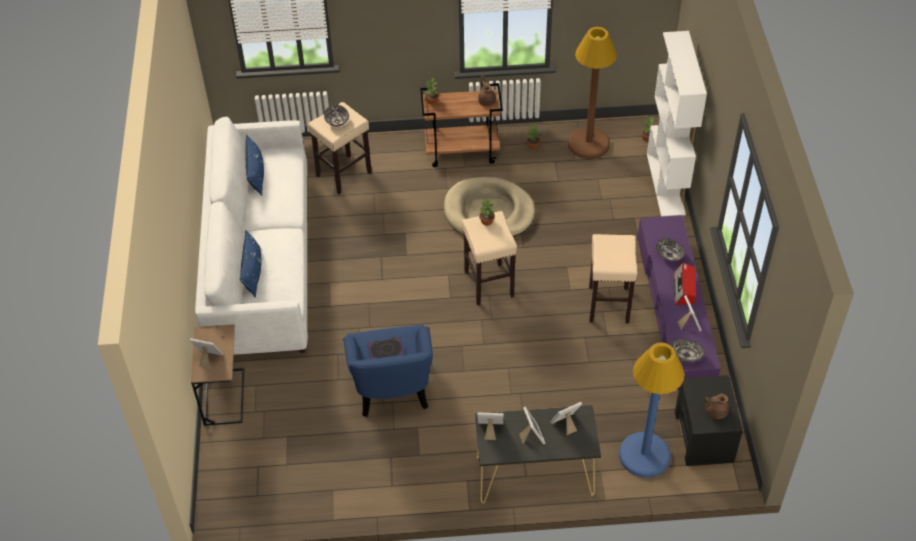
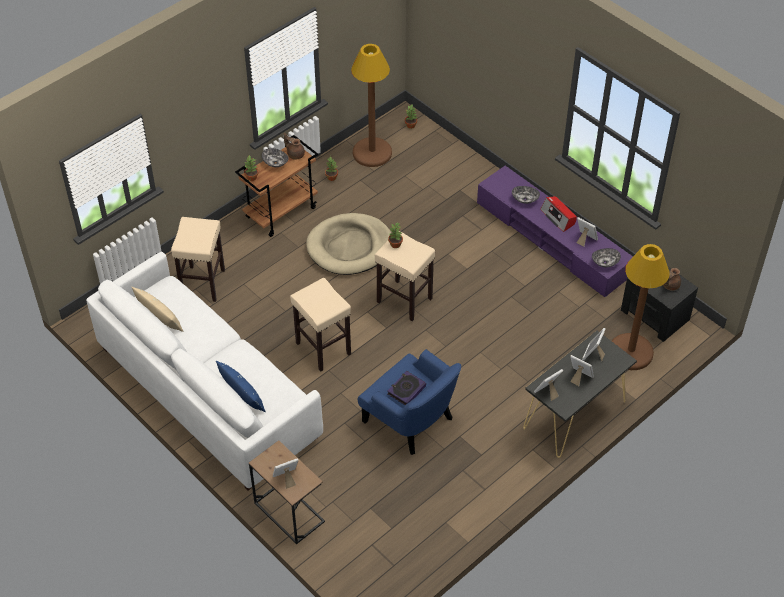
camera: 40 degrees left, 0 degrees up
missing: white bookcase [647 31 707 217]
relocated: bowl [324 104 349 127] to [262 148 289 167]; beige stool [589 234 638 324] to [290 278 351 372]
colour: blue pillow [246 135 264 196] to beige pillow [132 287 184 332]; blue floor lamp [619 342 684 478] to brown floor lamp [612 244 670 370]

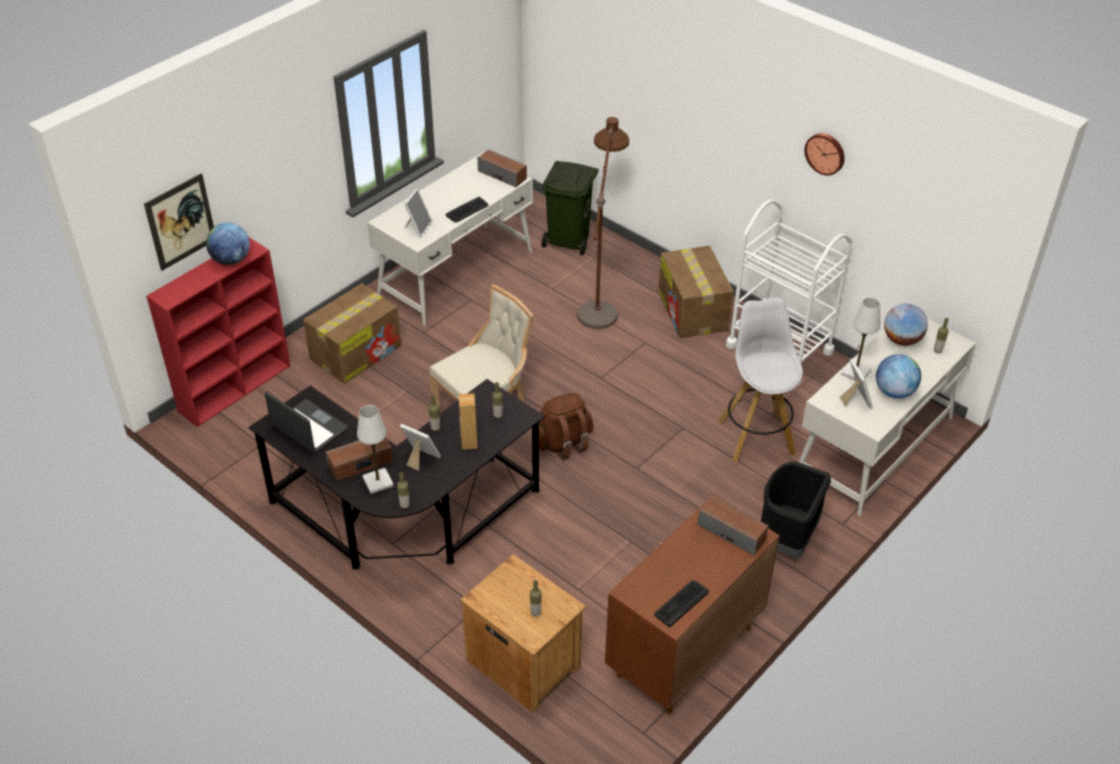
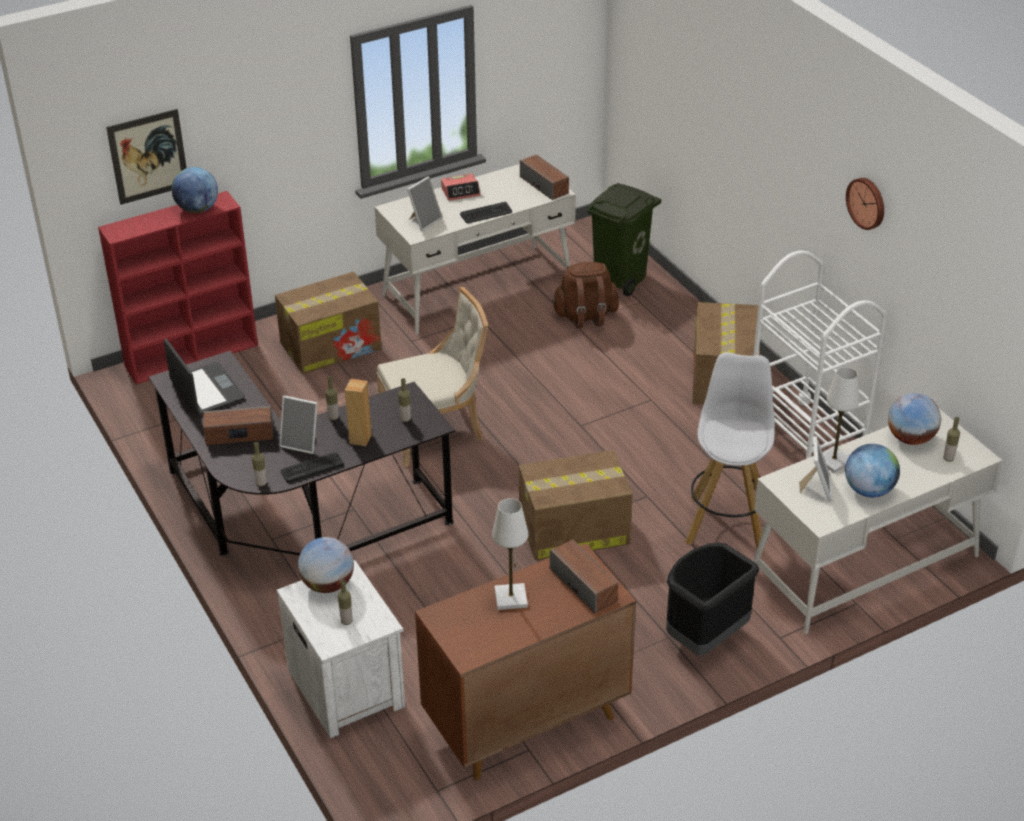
camera: 20 degrees right, 5 degrees down
missing: brown floor lamp [577 117 629 329]
appeared: globe [298 537 354 593]; alarm clock [441 174 480 201]; cardboard box [519 450 633 560]
relocated: keyboard [654 580 709 627] to [281 452 344 483]; white table lamp [357 405 394 494] to [492 498 528 610]; brown backpack [539 393 593 460] to [552 262 619 328]
colour: brown nightstand [460 554 586 712] to white nightstand [277 560 405 739]
spun: picture frame [400 424 441 471] = [280 395 318 454] 150 degrees clockwise

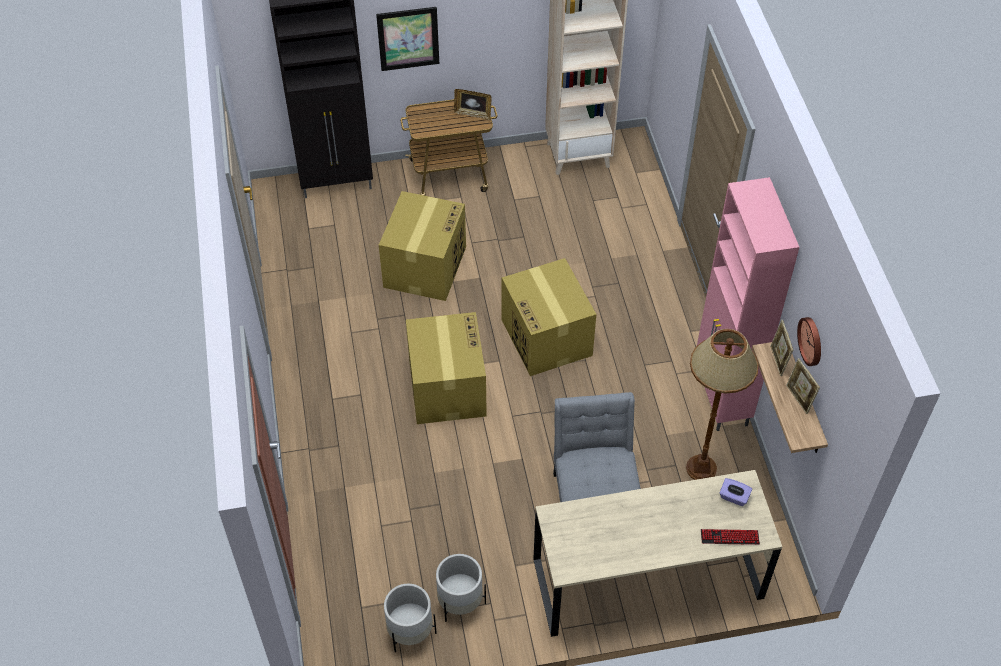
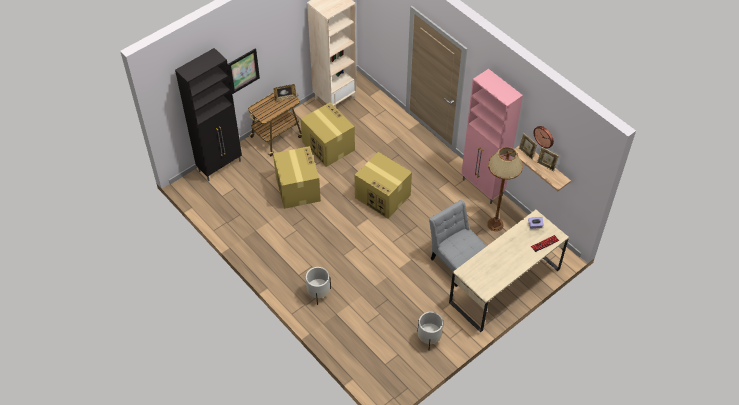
camera: 30 degrees left, 0 degrees up
relocated: cardboard box [406 312 487 424] to [301 103 355 167]; white planter [384 584 437 652] to [306 267 331 305]

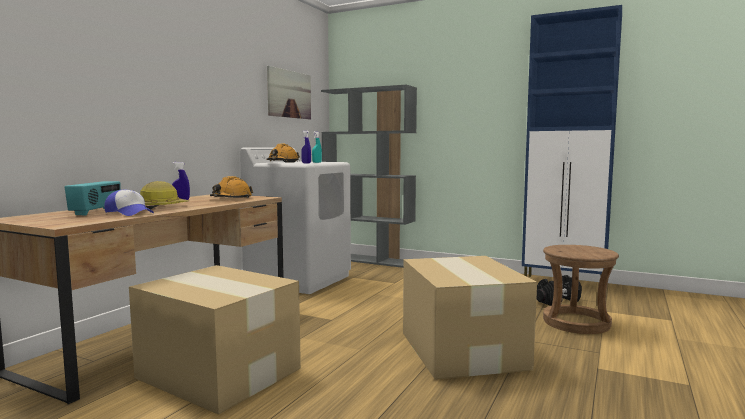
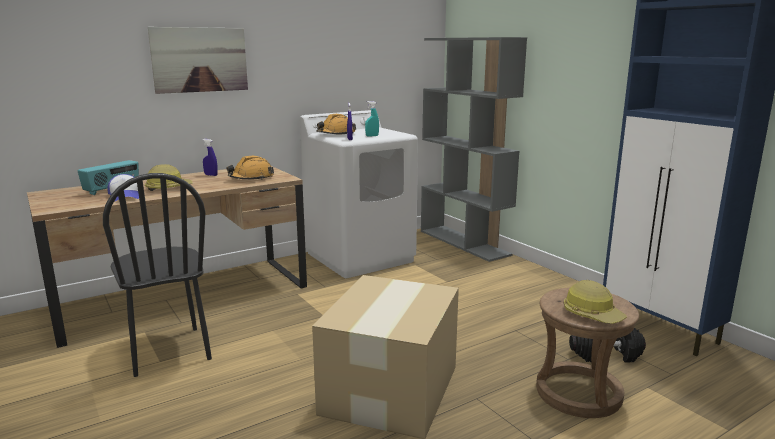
camera: 30 degrees right, 10 degrees up
appeared: hard hat [564 280 627 324]
relocated: picture [267 66 311 119] to [148 27 248 94]
exchanged: cardboard box [129 265 301 415] to black chair [103 173 212 377]

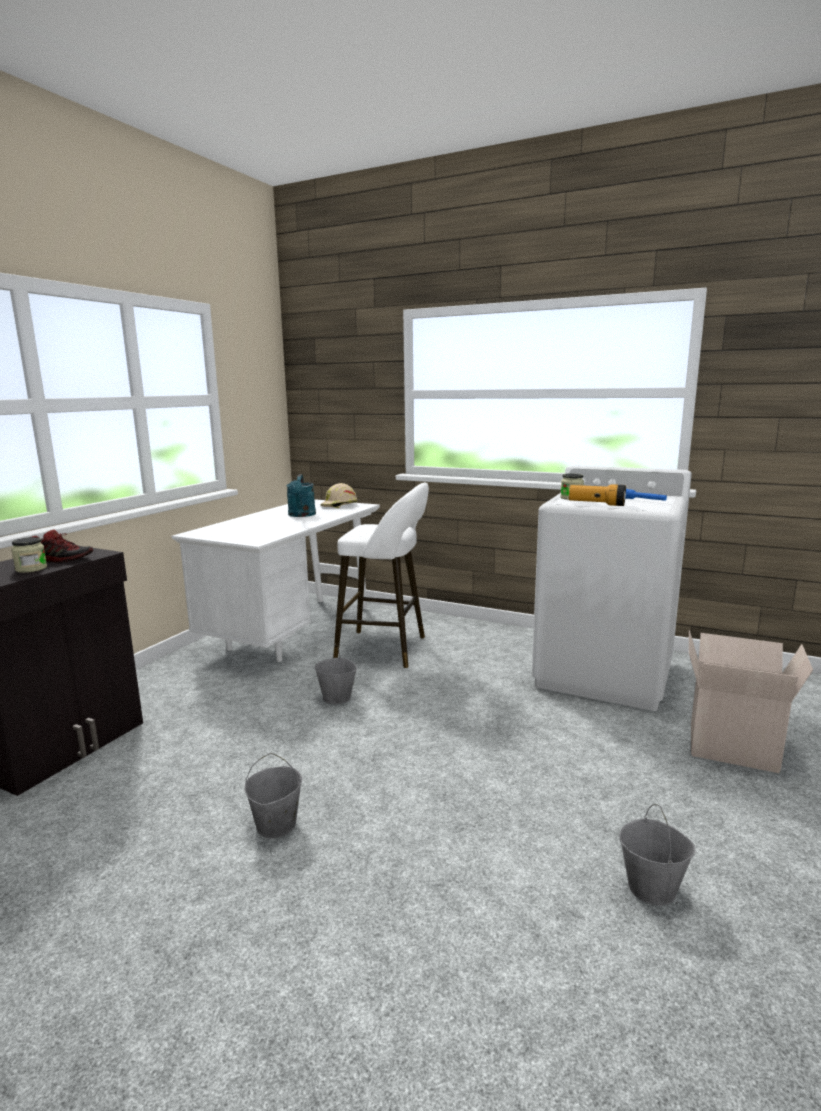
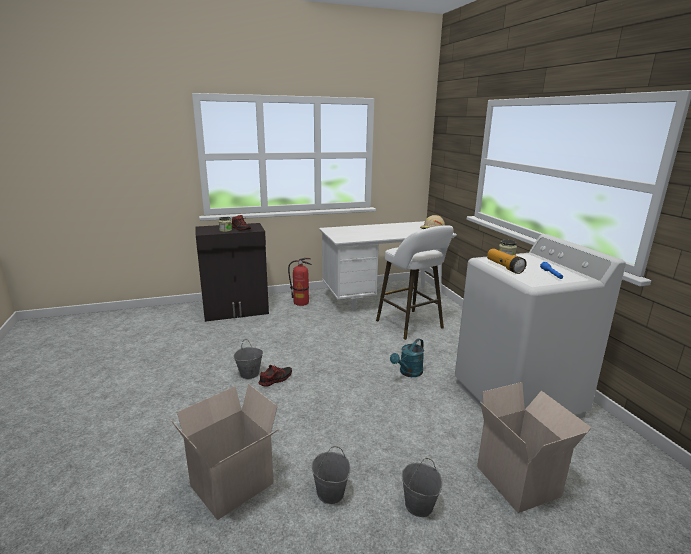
camera: 45 degrees right, 5 degrees up
appeared: cardboard box [170 384 281 520]; shoe [259 365 292 387]; fire extinguisher [288 258 312 306]
relocated: turquoise watering can [286 474 316 517] to [390 338 424 377]; grey bucket [315 644 357 704] to [402 458 443 517]

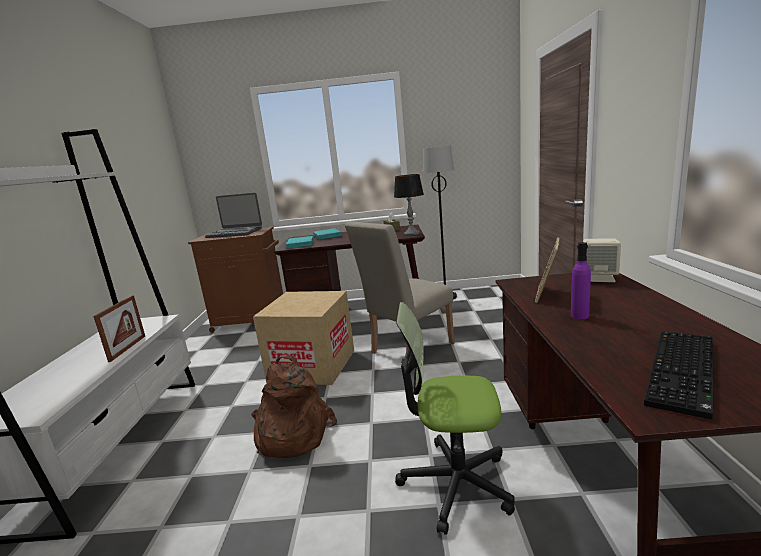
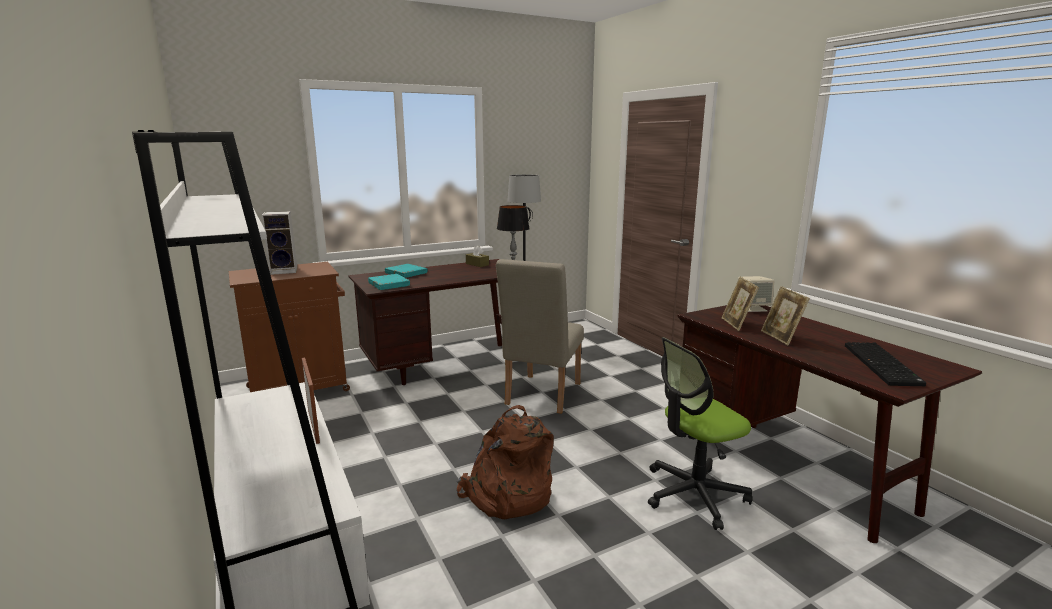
camera: 30 degrees left, 0 degrees up
missing: cardboard box [253 291 354 385]
exchanged: laptop [205 193 262 238] to speaker [262 211 297 275]; purple bottle [571 242 591 319] to picture frame [761 286 810 345]

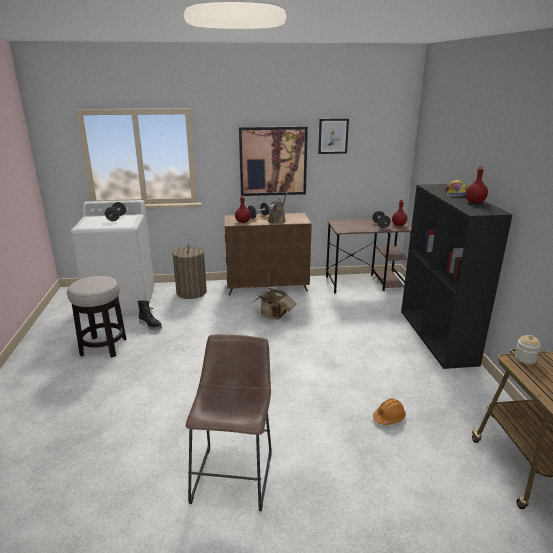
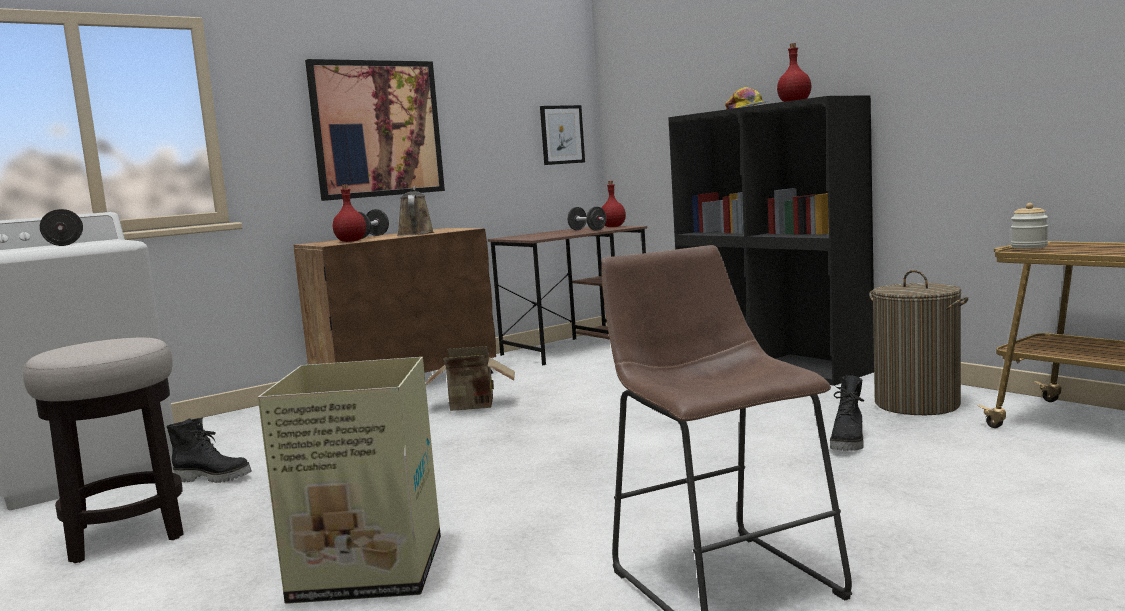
camera: 30 degrees left, 15 degrees down
appeared: cardboard box [258 357 441 604]
relocated: picture [318 119 349 154] to [540 105 585 165]; laundry basket [172 244 207 299] to [869 270 968 415]
exchanged: orange hard hat [373 398 406 425] to black boot [830 375 864 451]

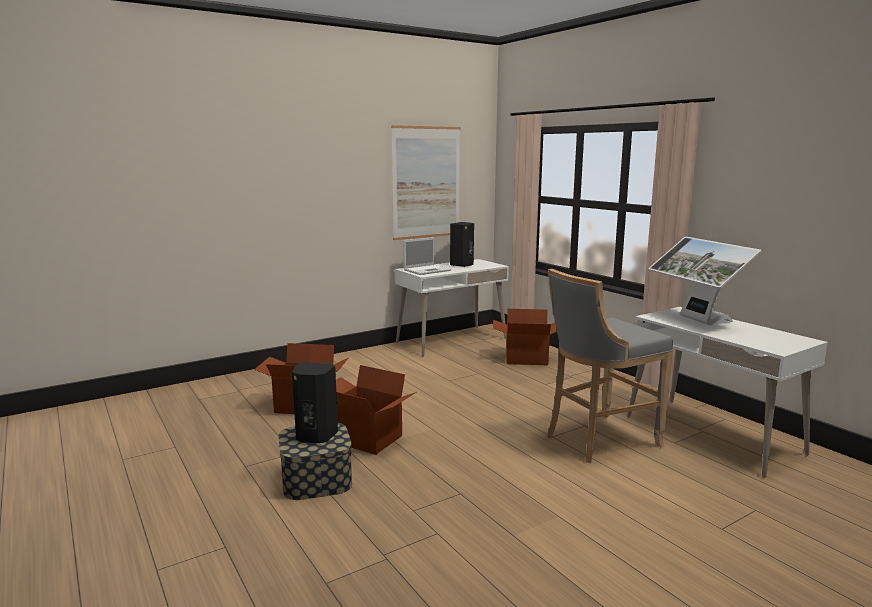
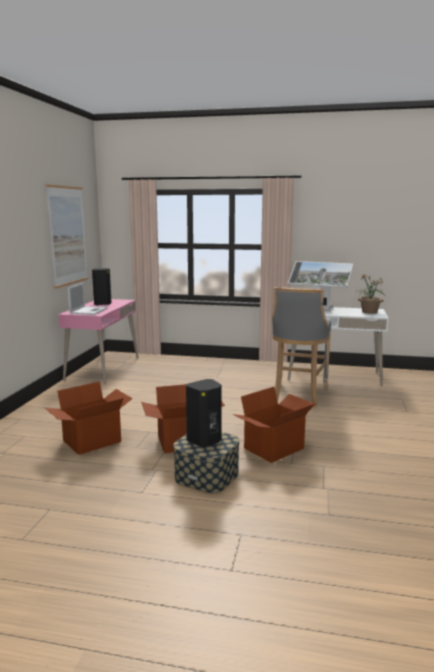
camera: 45 degrees left, 0 degrees up
appeared: potted plant [355 275 385 314]
relocated: cardboard box [493 309 557 365] to [233 387 315 463]
colour: white desk [395 259 509 356] to pink desk [58 299 138 384]

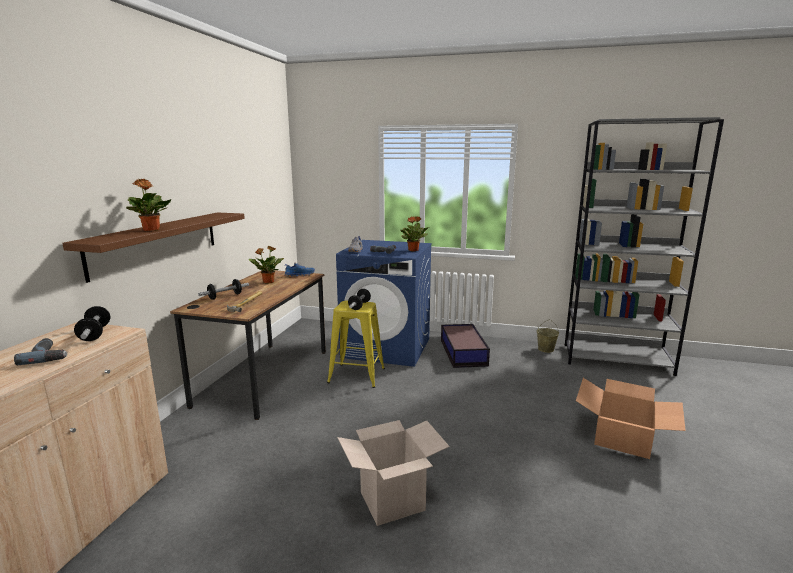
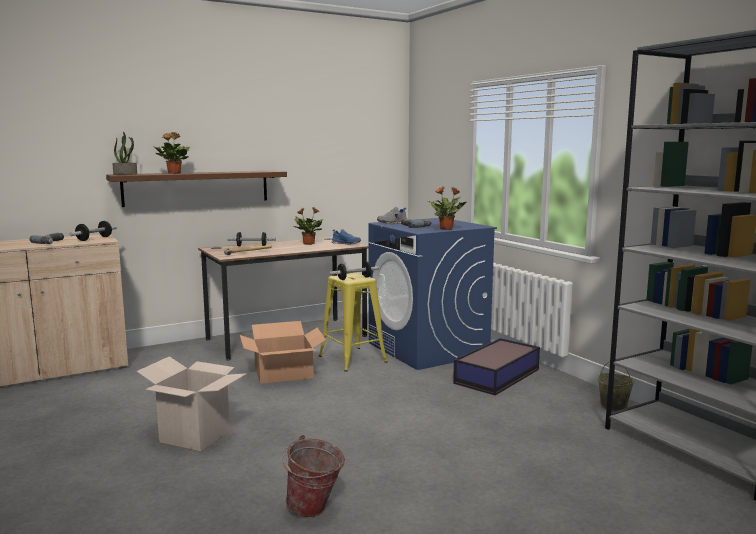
camera: 45 degrees right, 5 degrees down
appeared: potted plant [112 132 137 175]; bucket [283 435 345 517]
relocated: cardboard box [576 378 686 459] to [240 321 326 384]

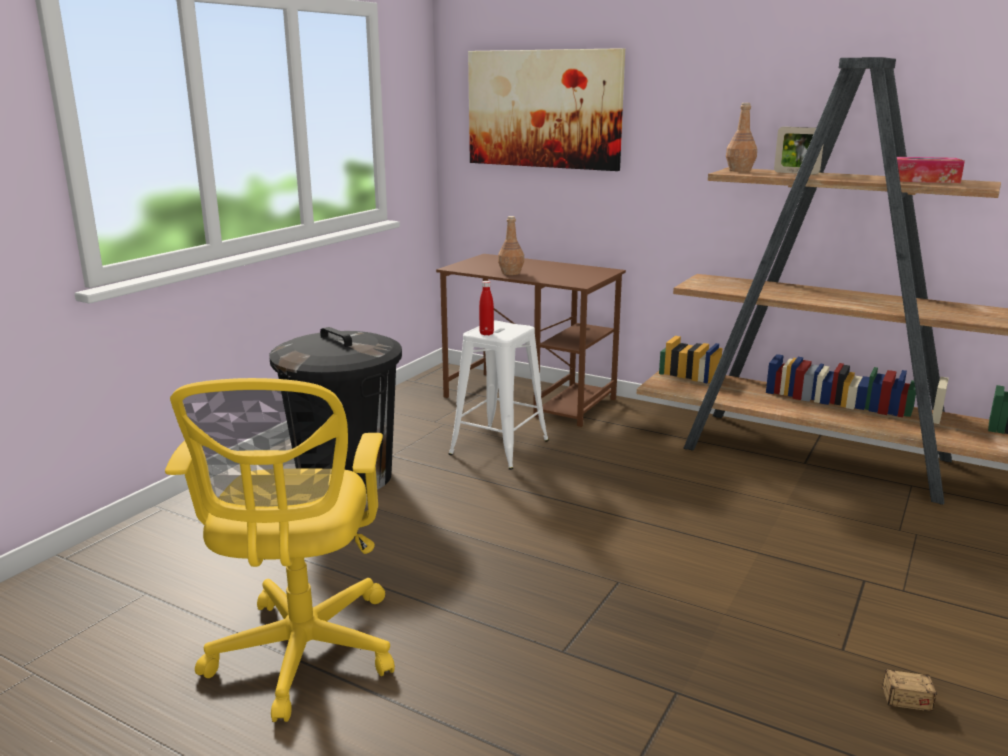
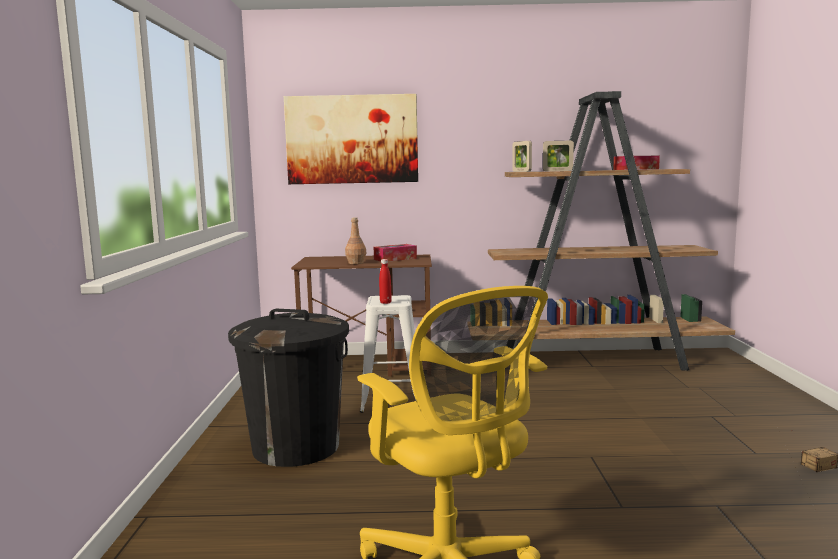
camera: 30 degrees left, 10 degrees down
appeared: tissue box [374 244 417 262]
exchanged: brown bottle [726 103 757 172] to picture frame [512 141 532 172]

